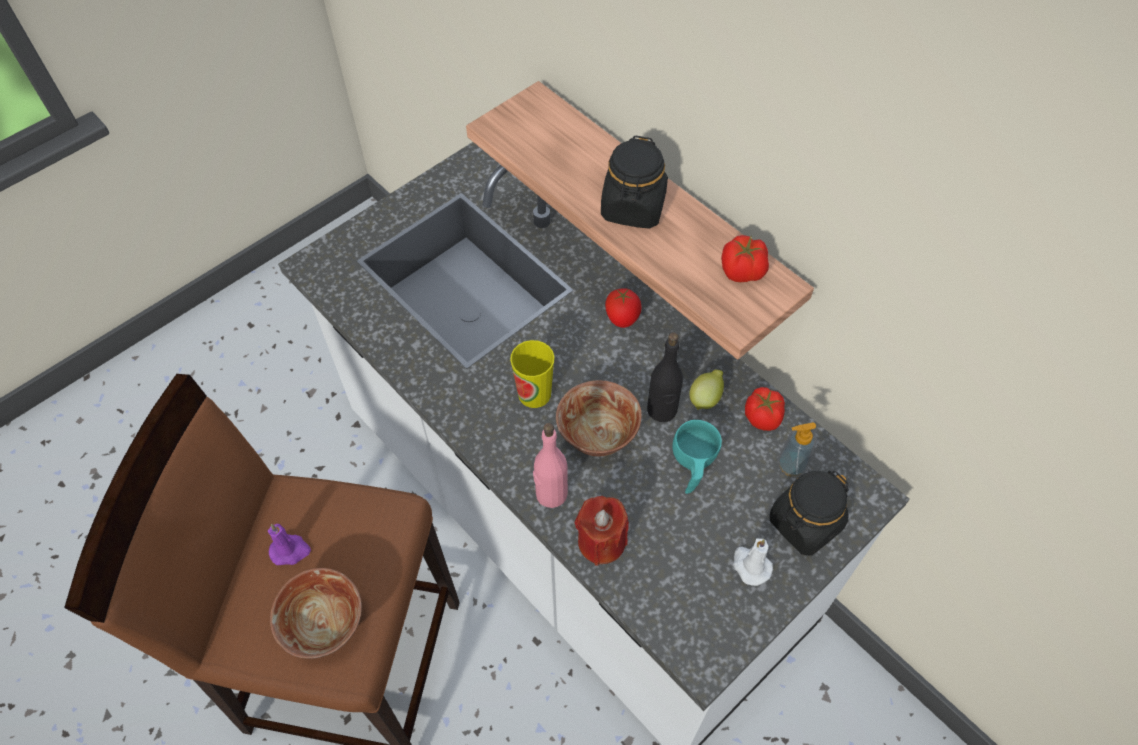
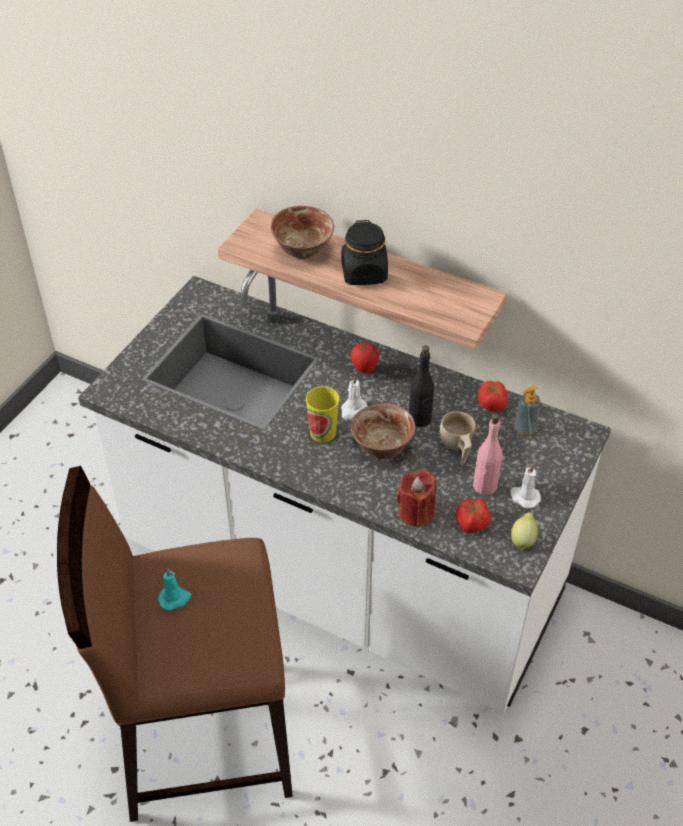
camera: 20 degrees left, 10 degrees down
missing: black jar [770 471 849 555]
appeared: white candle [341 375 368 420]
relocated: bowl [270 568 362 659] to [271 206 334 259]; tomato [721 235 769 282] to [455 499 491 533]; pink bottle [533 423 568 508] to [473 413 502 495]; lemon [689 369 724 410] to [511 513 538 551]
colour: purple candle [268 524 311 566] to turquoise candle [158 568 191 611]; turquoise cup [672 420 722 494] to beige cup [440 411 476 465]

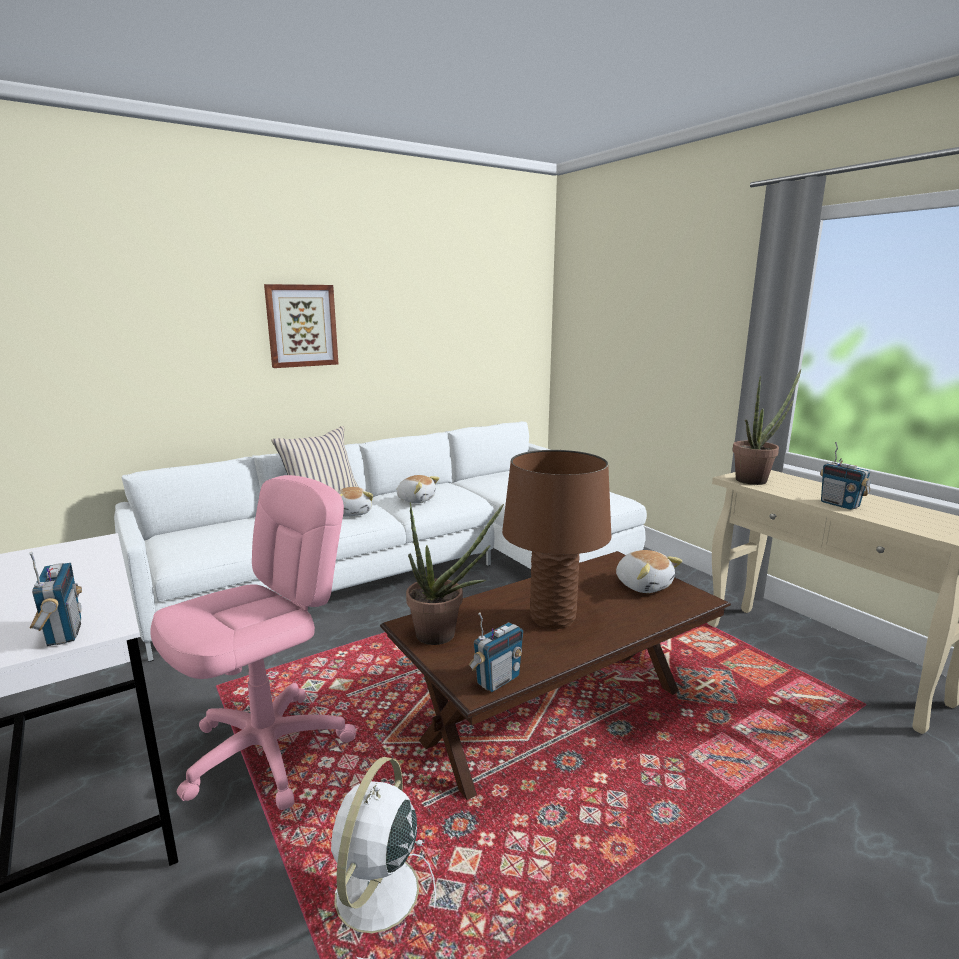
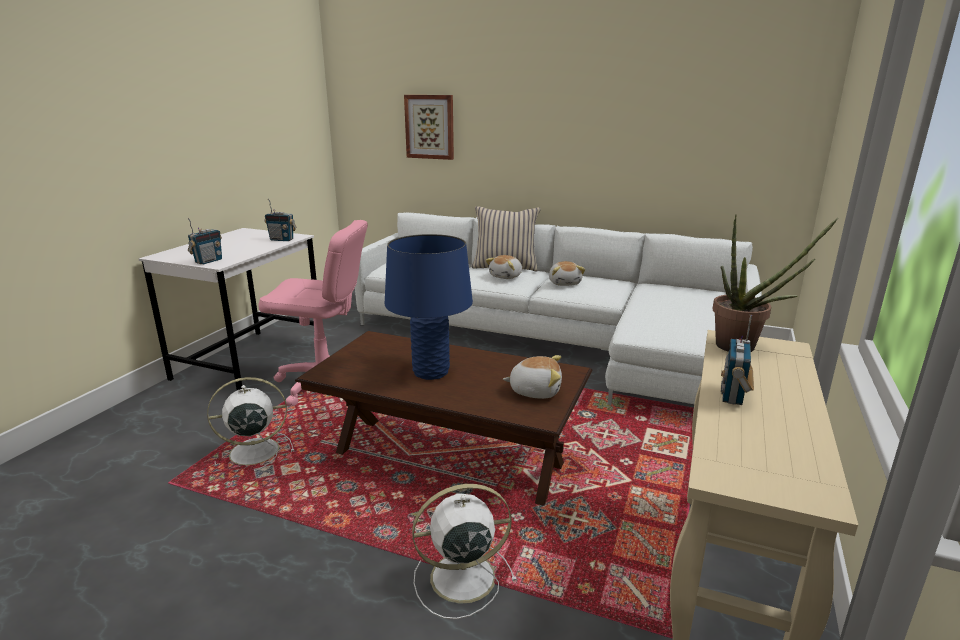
camera: 55 degrees right, 5 degrees up
missing: potted plant [406 502 504 645]
appeared: white fan [412 484 517 619]
relocated: radio [469 612 523 692] to [264 199 296 241]; picture [264 284 338 368] to [404 95 454 160]
colour: brown table lamp [502 450 611 629] to blue table lamp [385 234 473 380]
spun: plush toy [616 550 682 593] = [503 355 562 399] 105 degrees counterclockwise

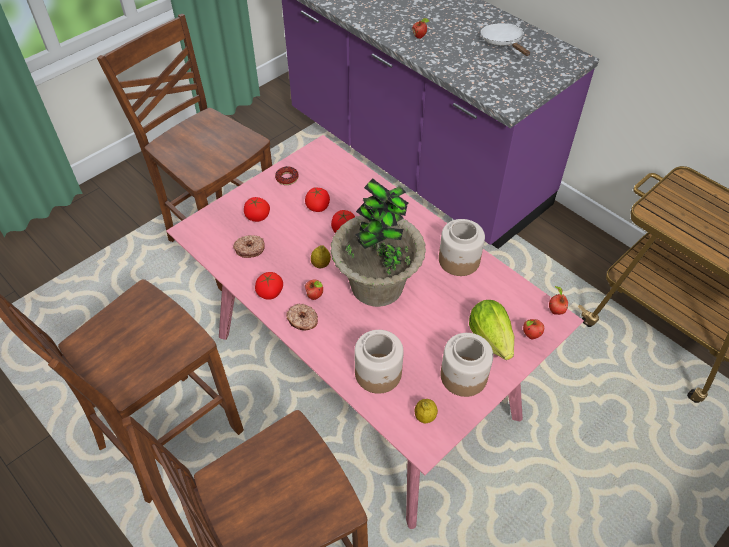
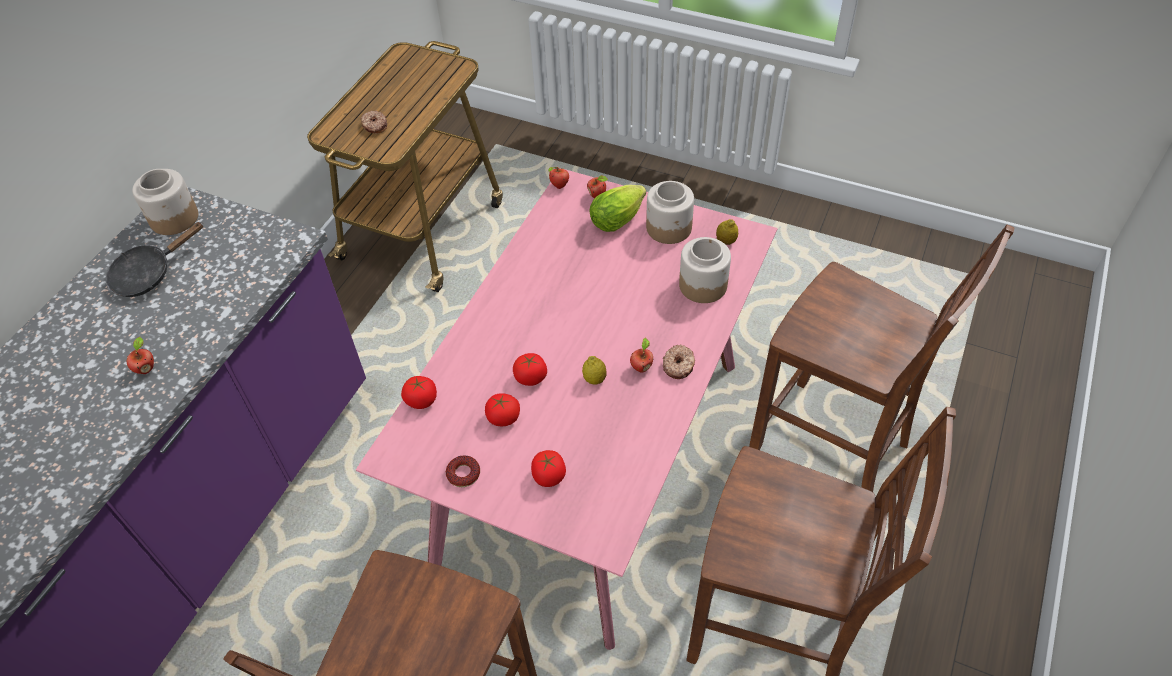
camera: 110 degrees left, 0 degrees up
missing: potted plant [331 178 426 307]
relocated: jar [439 219 485 276] to [132 169 198 235]; donut [233 235 265 258] to [361 111 387 134]; tomato [255 272 283 300] to [401 376 437 409]
colour: white frying pan [481 23 530 56] to black frying pan [106 222 203 297]

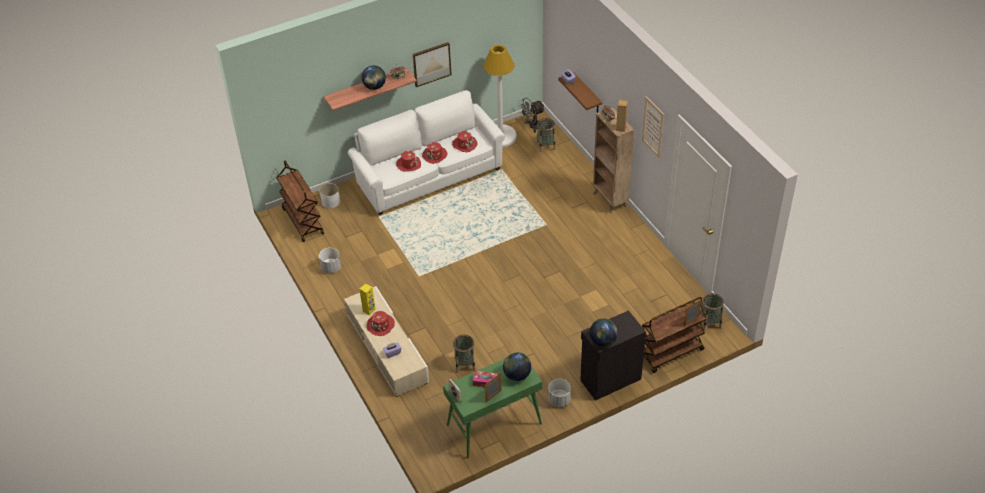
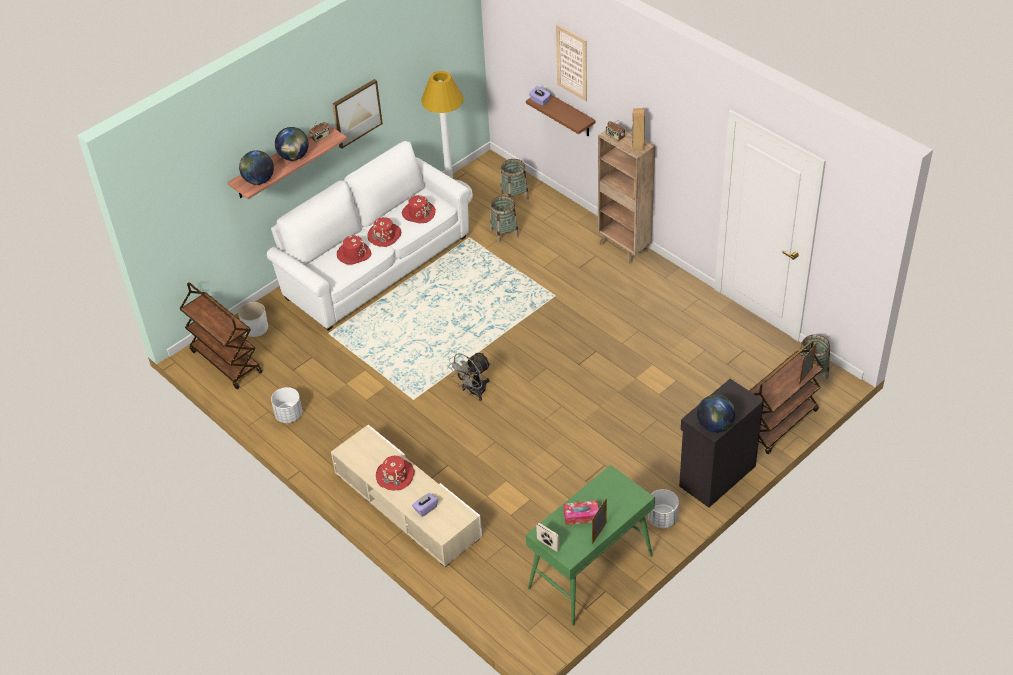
camera: 15 degrees left, 0 degrees up
missing: yellow speaker [359 283 376 315]
relocated: globe [503 353 531 381] to [239 150 274 185]; grey fan [518 98 545 133] to [449 353 491 401]; basket [453 335 476 373] to [490 196 519 243]; picture [642 97 664 159] to [556 24 587 101]

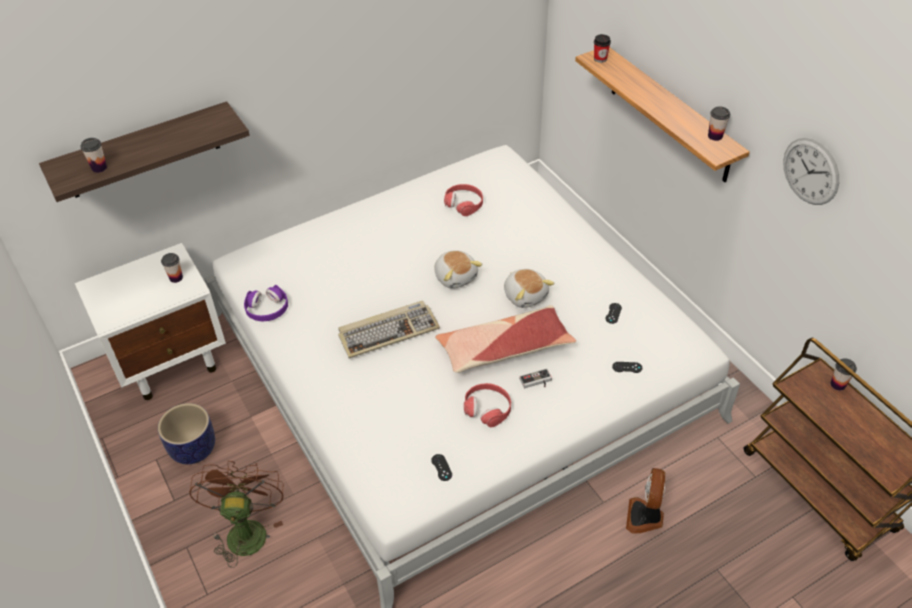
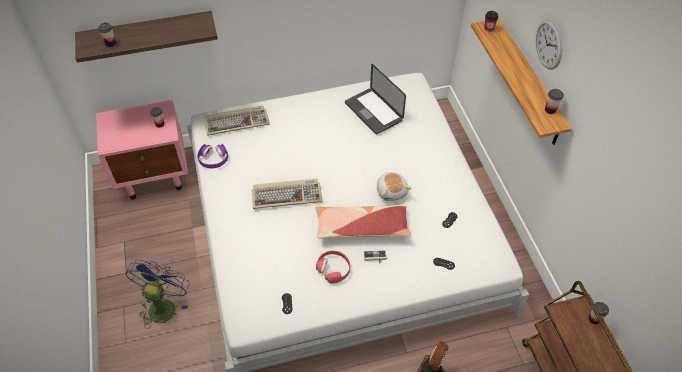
camera: 15 degrees right, 5 degrees up
missing: planter [158 403 215 464]; plush toy [434 250 482 289]
appeared: keyboard [204 105 269 136]
relocated: wall clock [783 138 839 205] to [536 19 563 70]
exchanged: red headphones [444 184 483 216] to laptop [345 64 406 135]
colour: white nightstand [75 243 226 400] to pink nightstand [96 100 188 199]; brown fan [189 461 284 568] to blue fan [125 260 190 329]

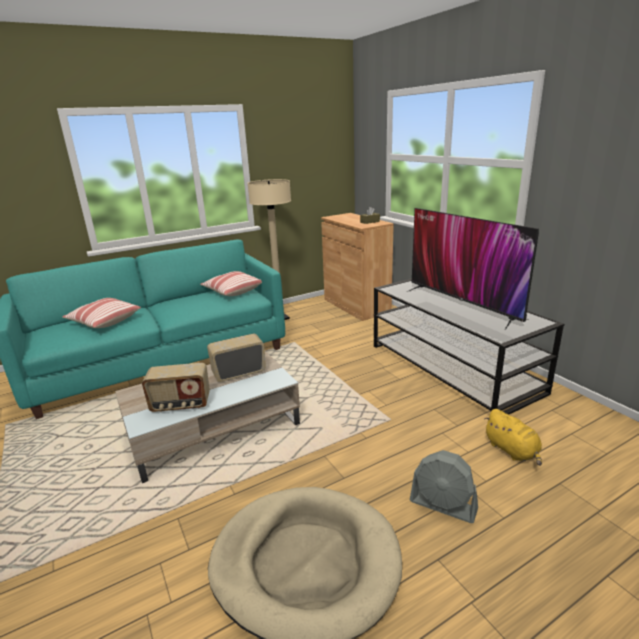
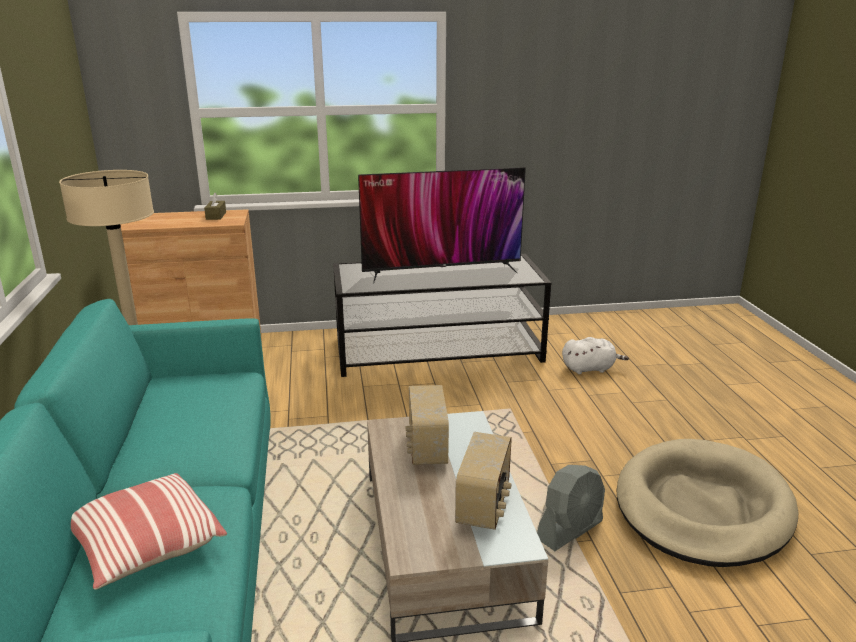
camera: 70 degrees left, 0 degrees up
missing: pillow [200 271 262 296]
relocated: grey fan [410 450 478 523] to [537 465 605 551]
colour: yellow plush toy [484 409 542 466] to white plush toy [562 337 629 374]

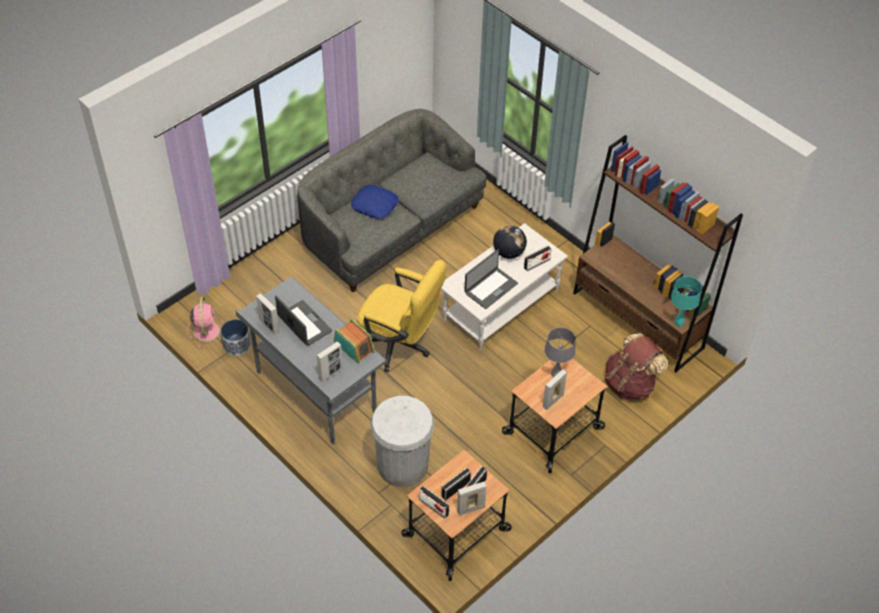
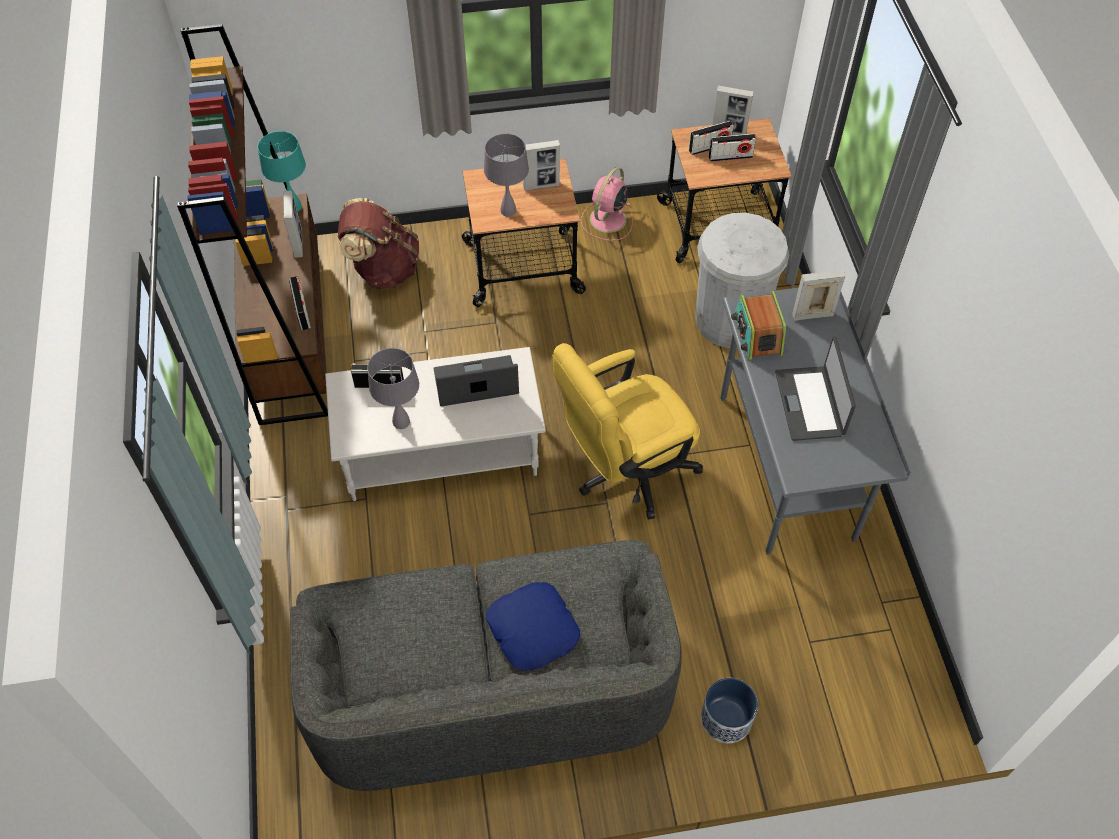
camera: 145 degrees left, 5 degrees up
relocated: picture frame [256 293 280 335] to [283 191 303 258]; radio [419 486 449 519] to [289 276 311 330]; pink fan [187 296 224 348] to [581 167 633 241]; planter [220 319 251 356] to [701 678 758 743]
exchanged: globe [493 225 527 259] to grey table lamp [367 348 419 429]
spun: yellow office chair [357 260 447 372] = [552 343 703 520] 90 degrees counterclockwise

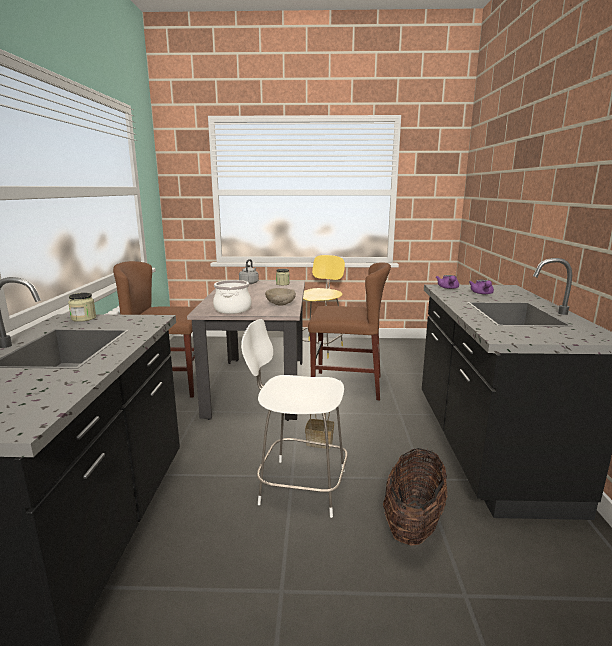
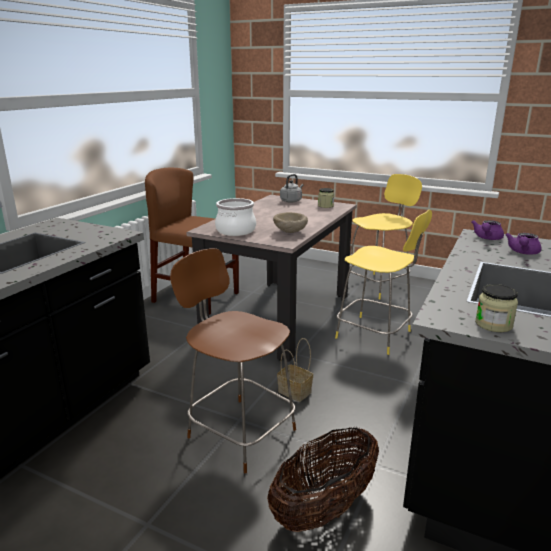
camera: 25 degrees right, 5 degrees up
relocated: jar [68 293 96 322] to [475 284 518 332]
exchanged: brown chair [308 262 391 400] to yellow stool [335 210 432 355]
colour: white stool [241 319 348 518] to brown stool [170 248 296 473]

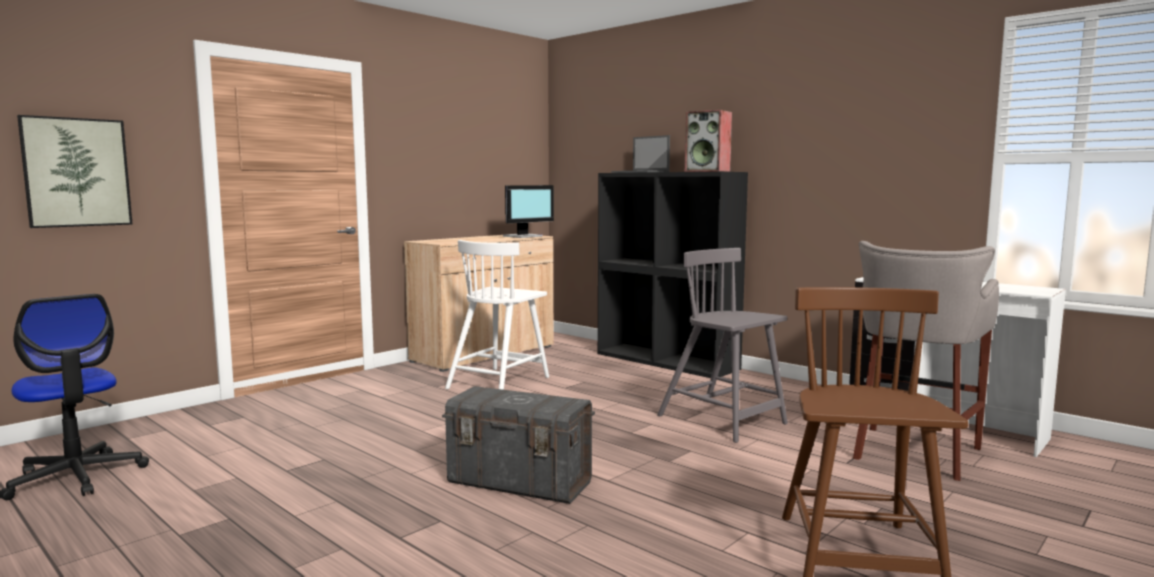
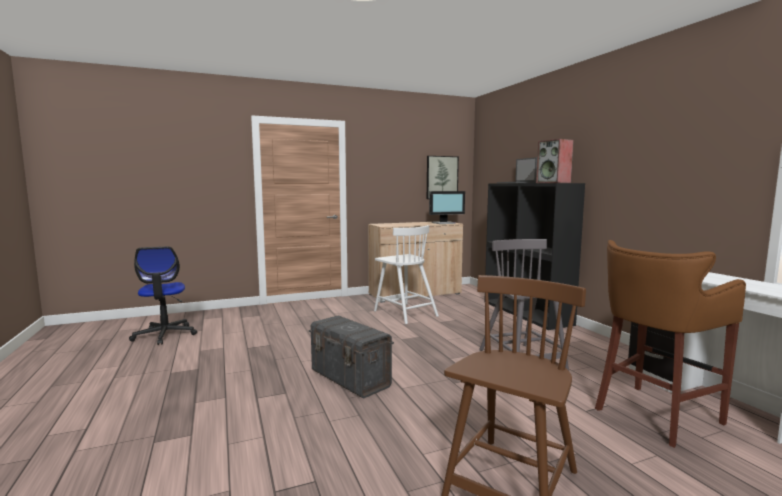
camera: 25 degrees right, 0 degrees up
relocated: picture [17 115 132 228] to [427 156 459 199]
colour: grey stool [853 241 999 481] to brown stool [595 240 746 448]
spun: white chair [445 240 549 390] = [374 225 439 324] 90 degrees counterclockwise

